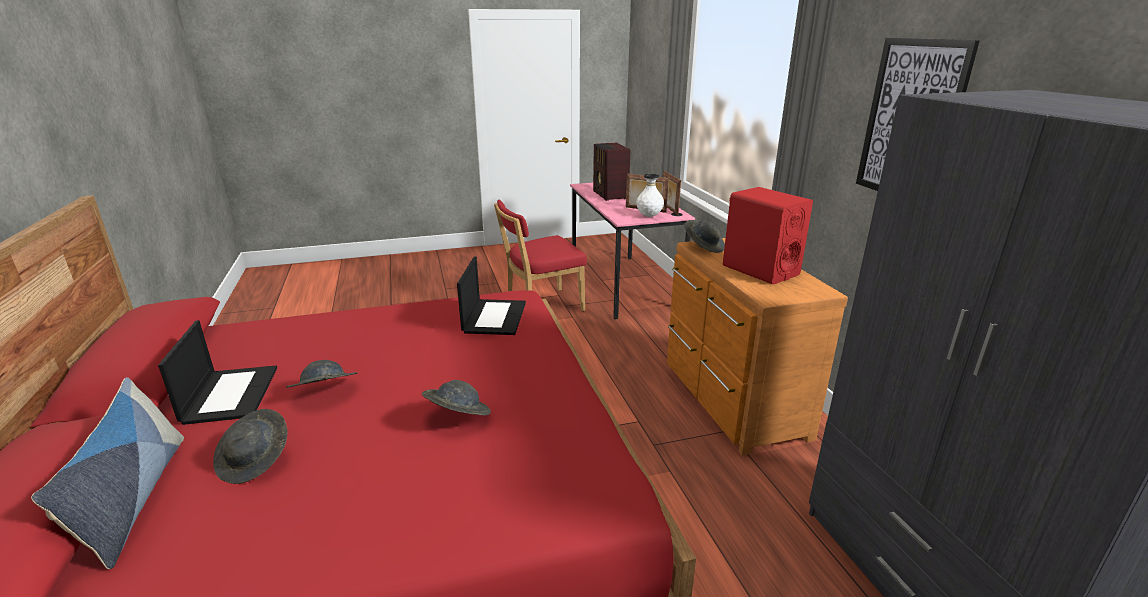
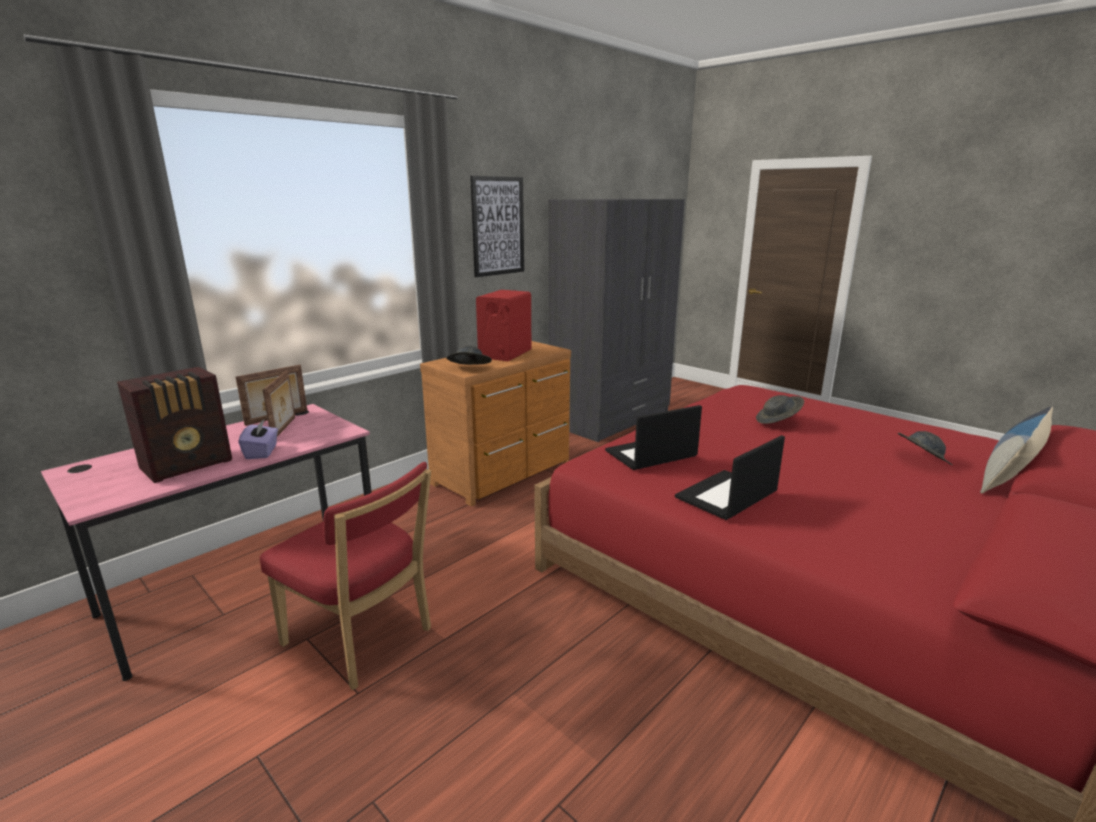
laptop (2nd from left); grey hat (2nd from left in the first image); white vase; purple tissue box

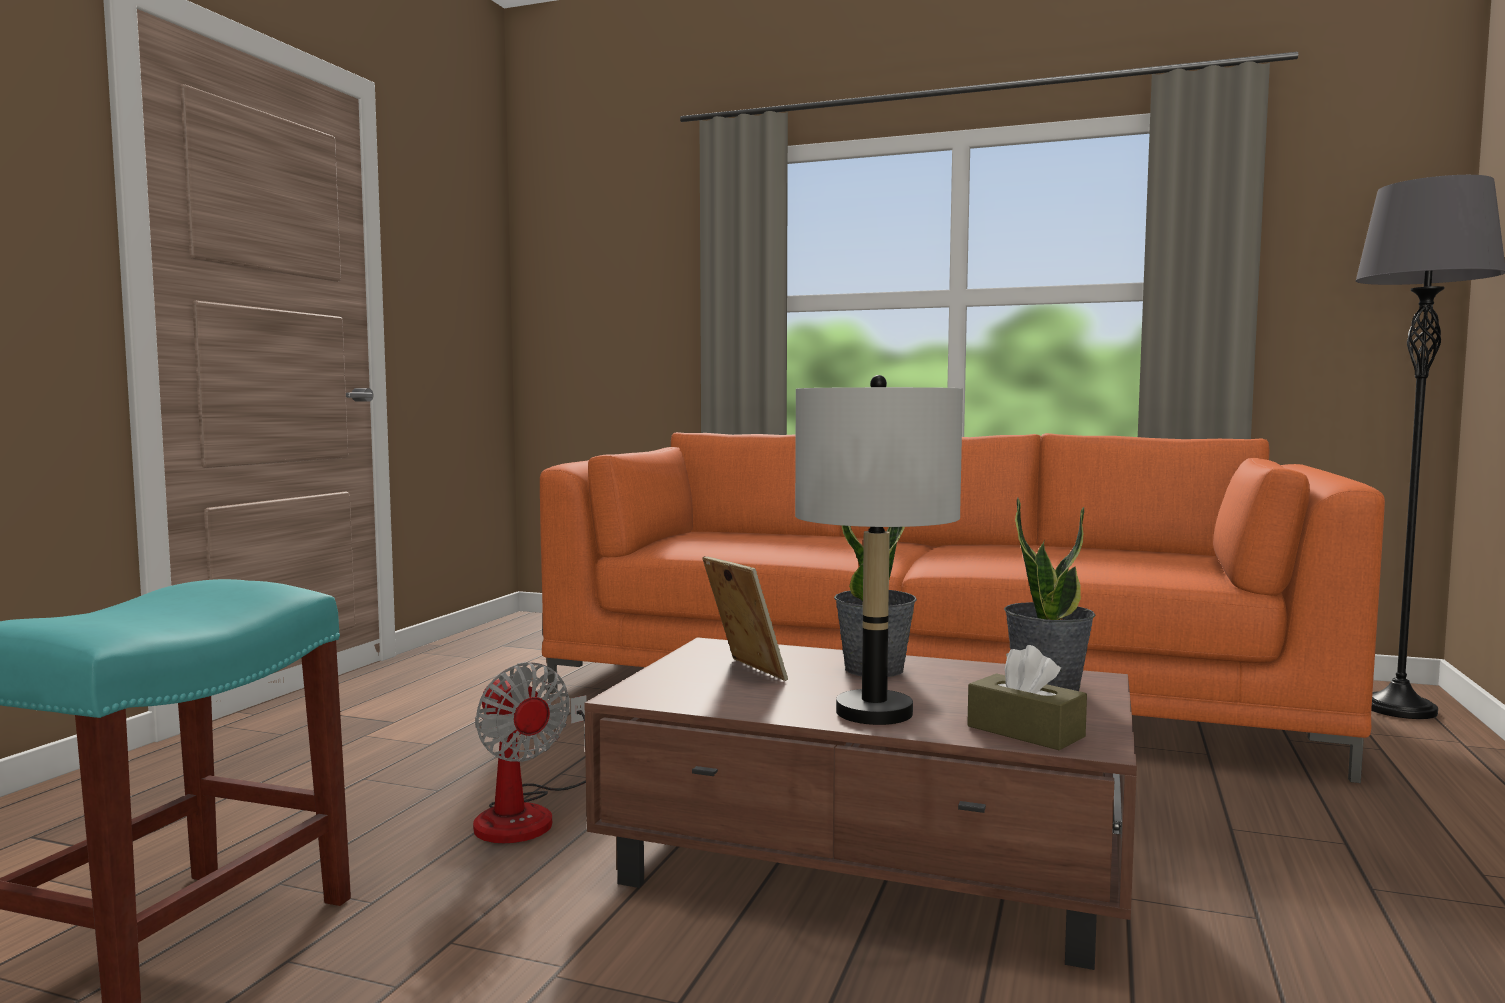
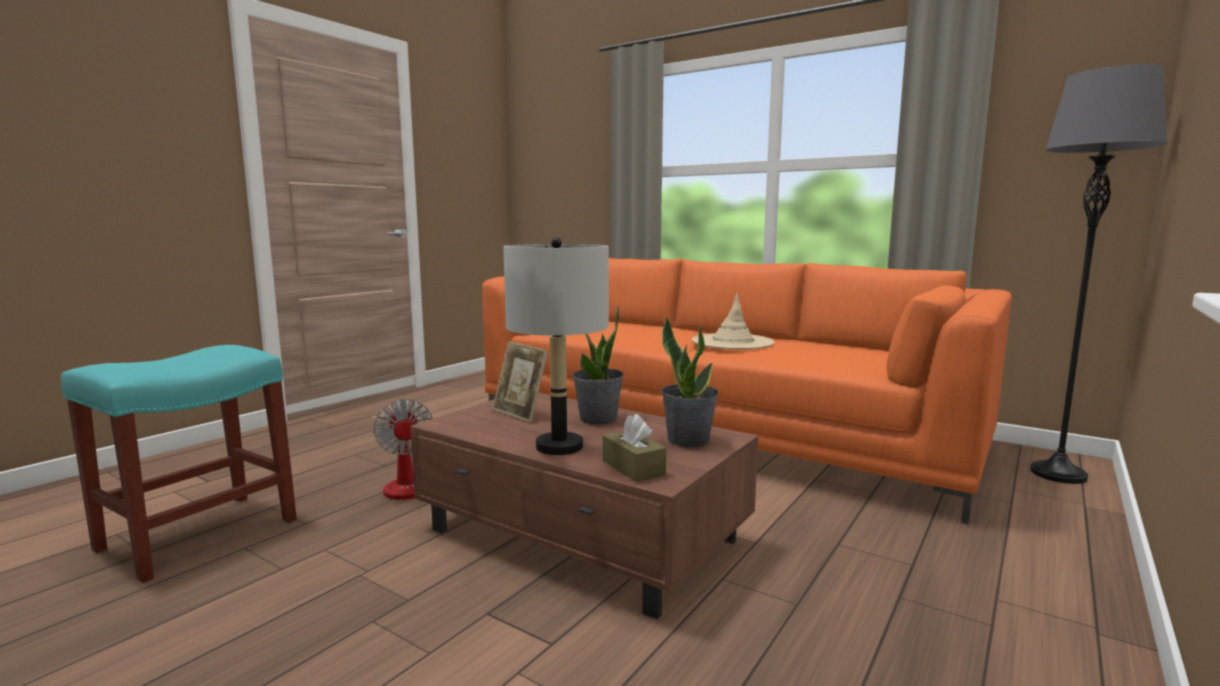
picture frame; beige hat

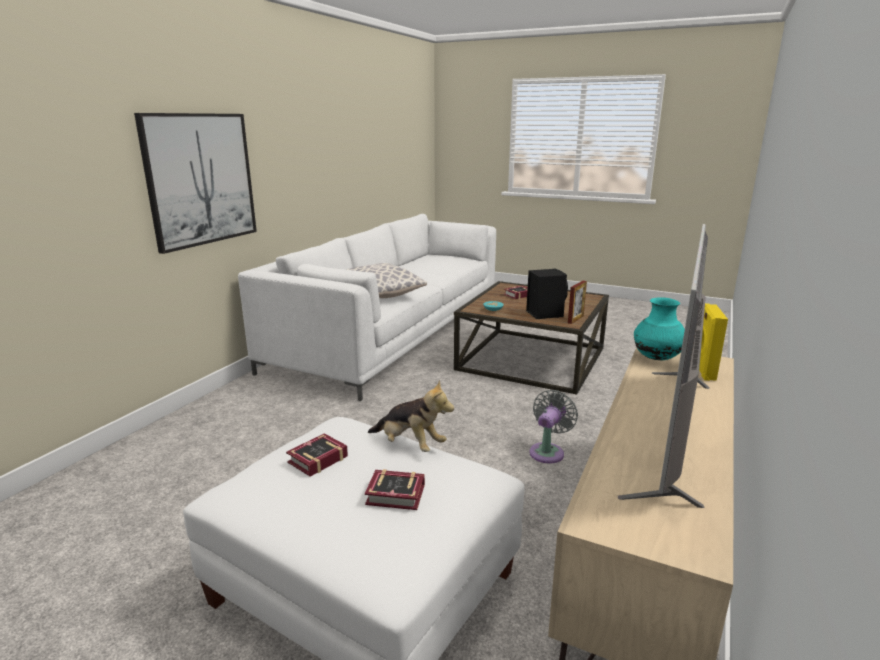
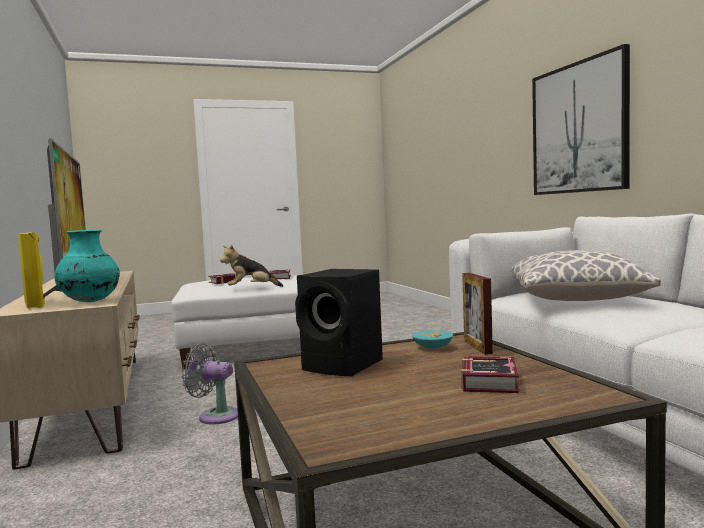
grey fan; picture frame

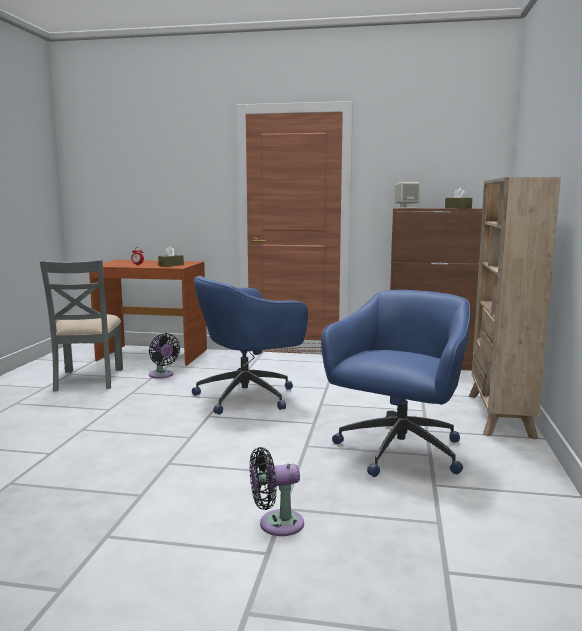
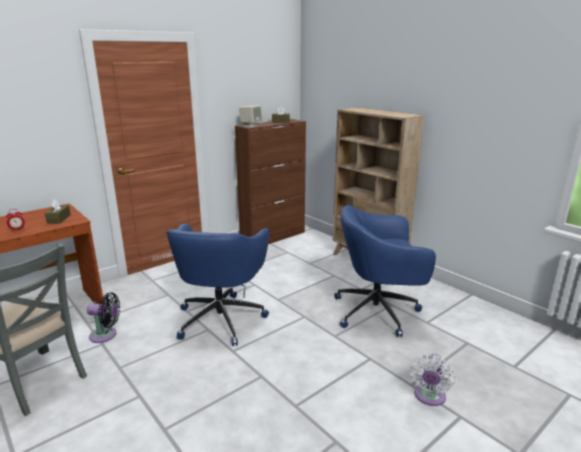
white fan; blue office chair (2nd from left)

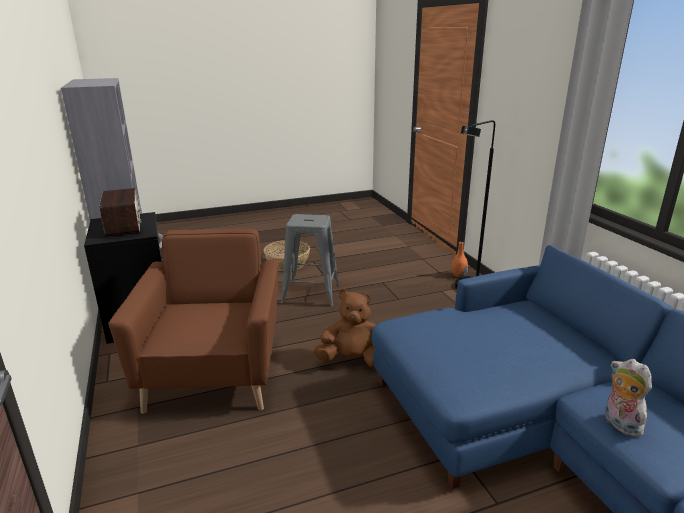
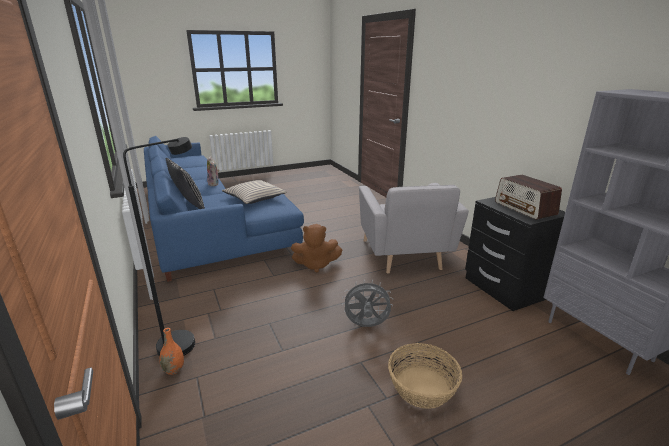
grey armchair; grey fan; black pillow; beige pillow

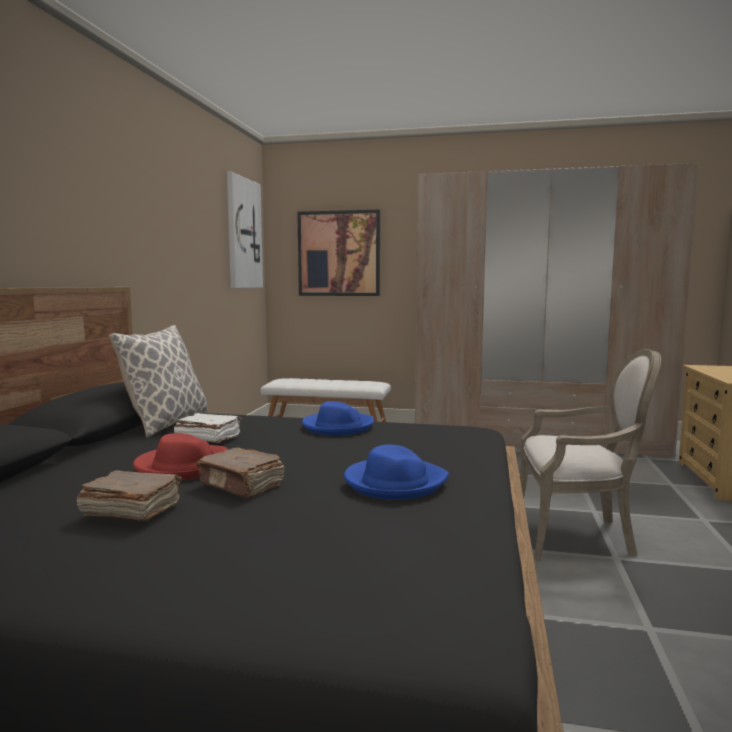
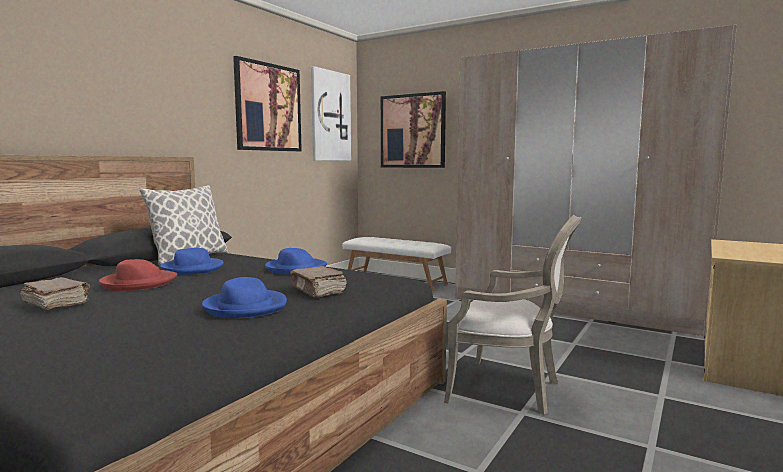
blue hat (1st from left); brown book (2nd from left); picture (1st from left)

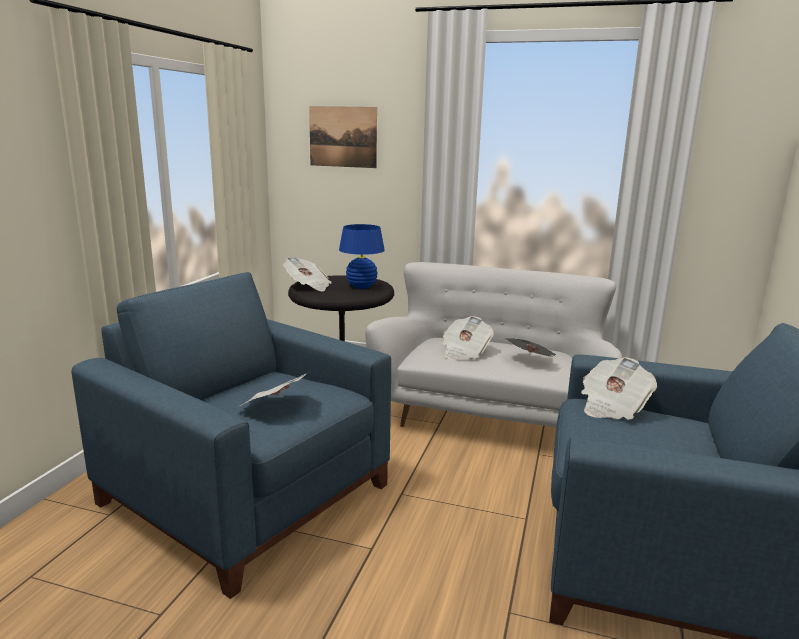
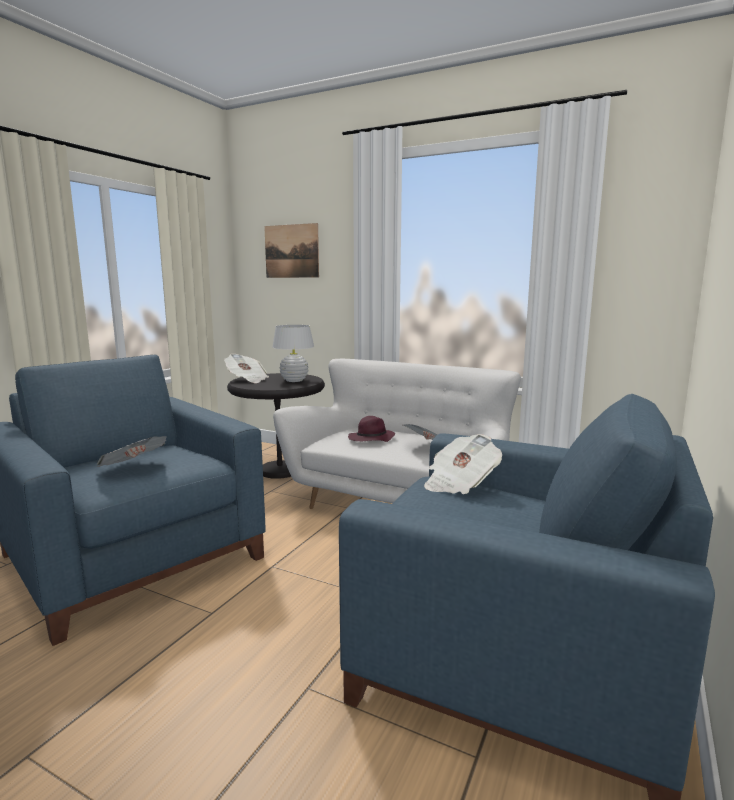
white table lamp; purple hat

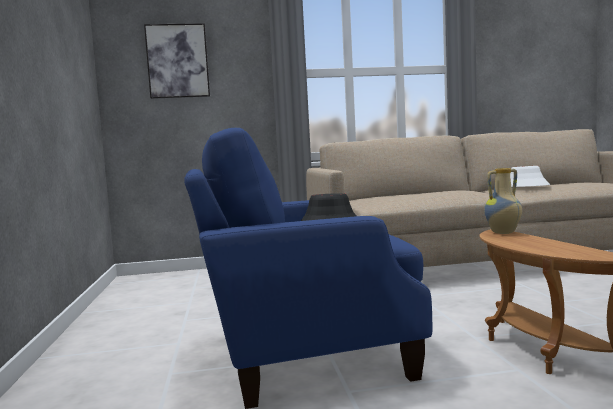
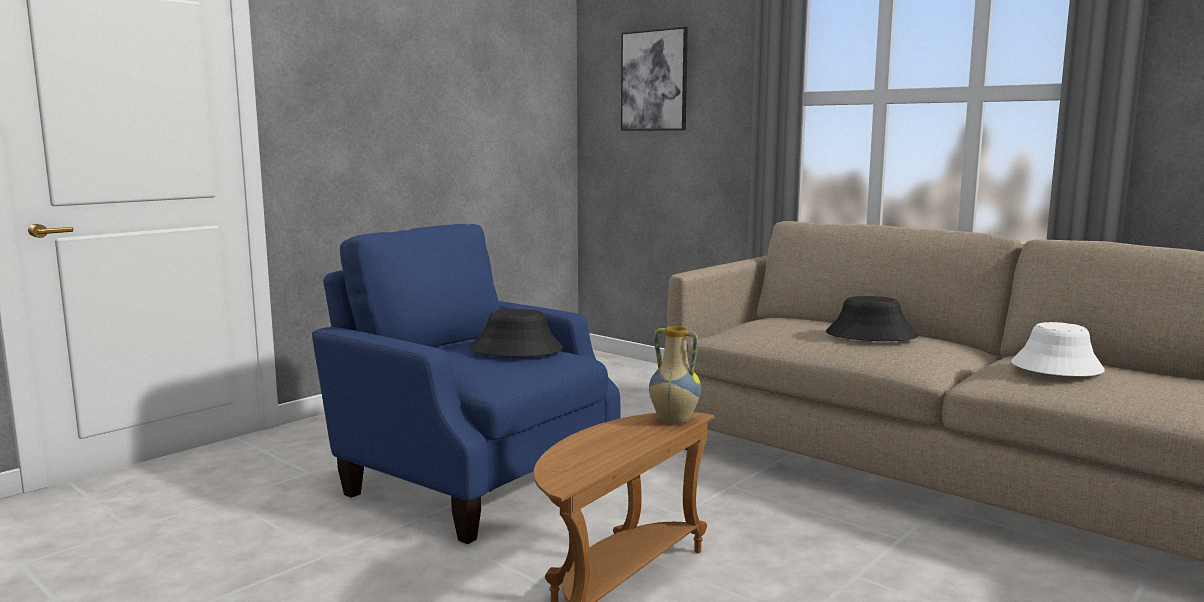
black hat (2nd from left)

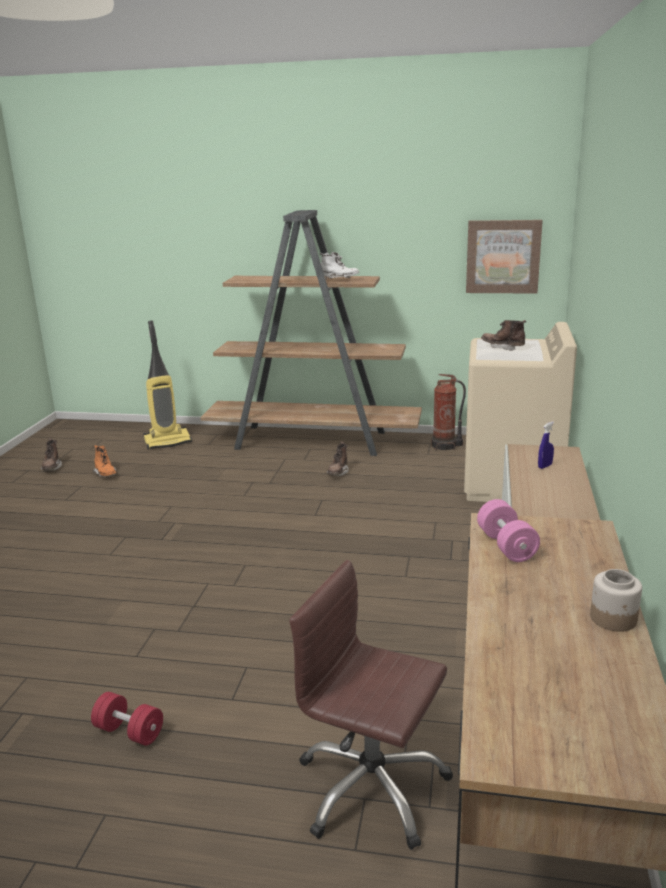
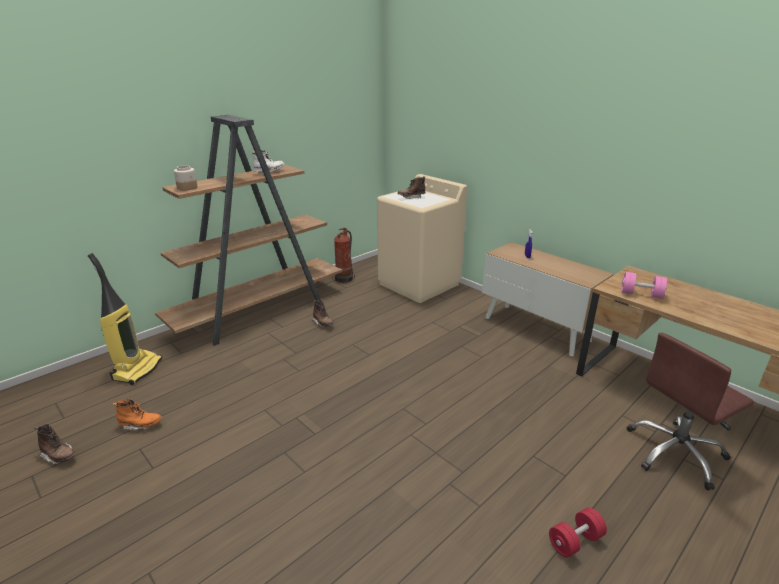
picture; jar

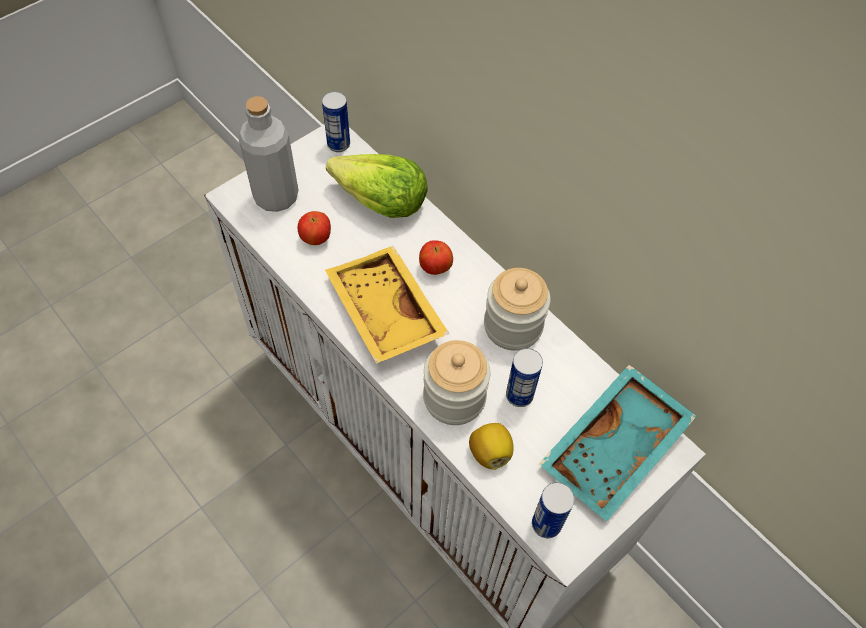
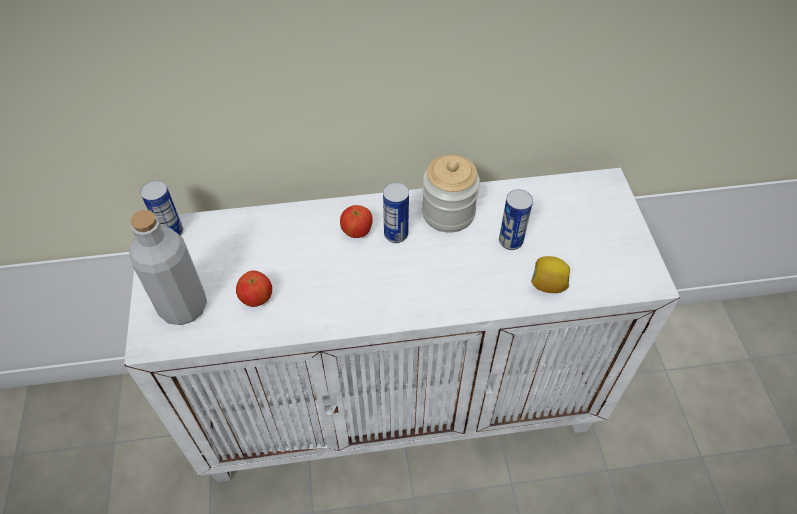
yellow tray; lettuce; jar (1st from left in the first image); can (2nd from left); turquoise tray

